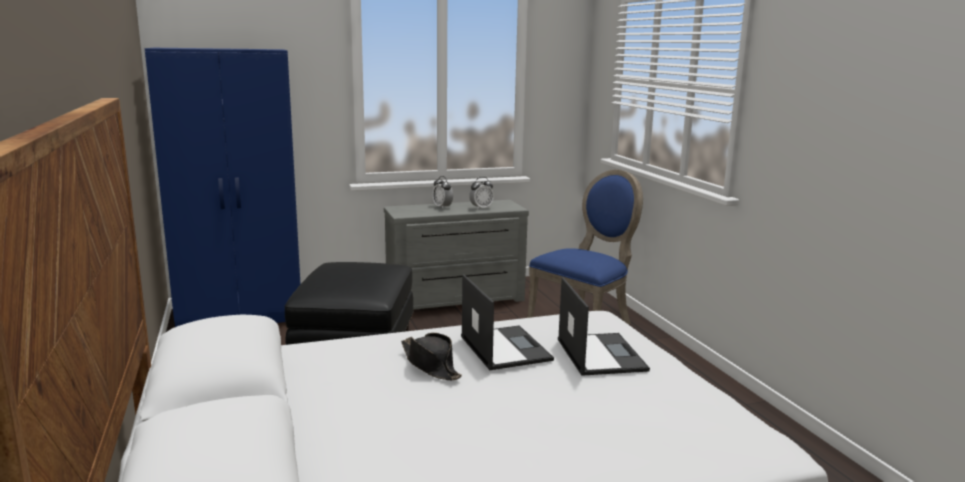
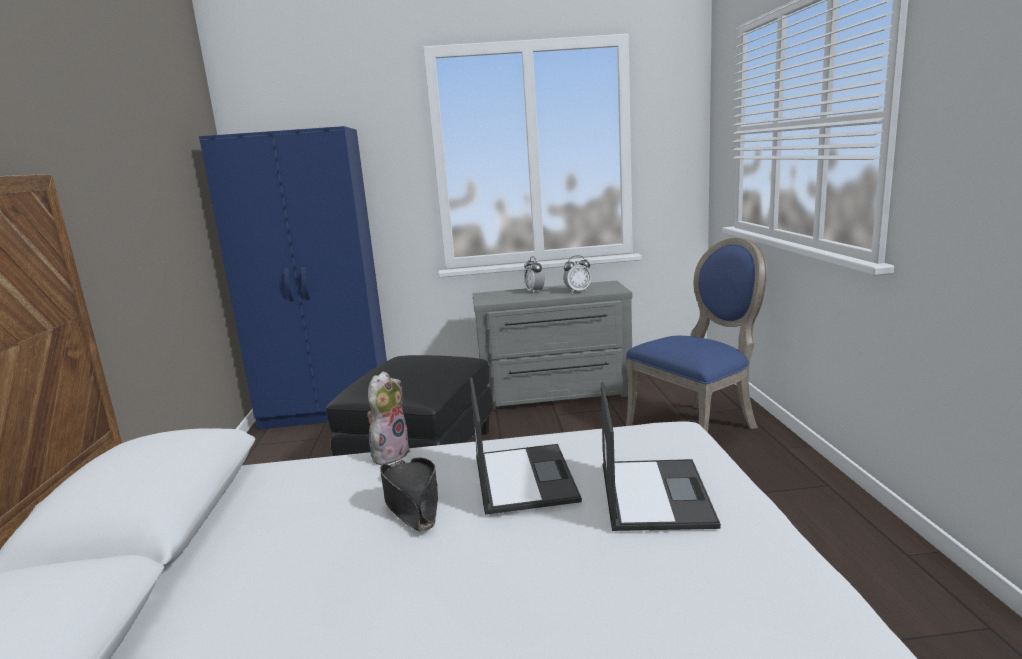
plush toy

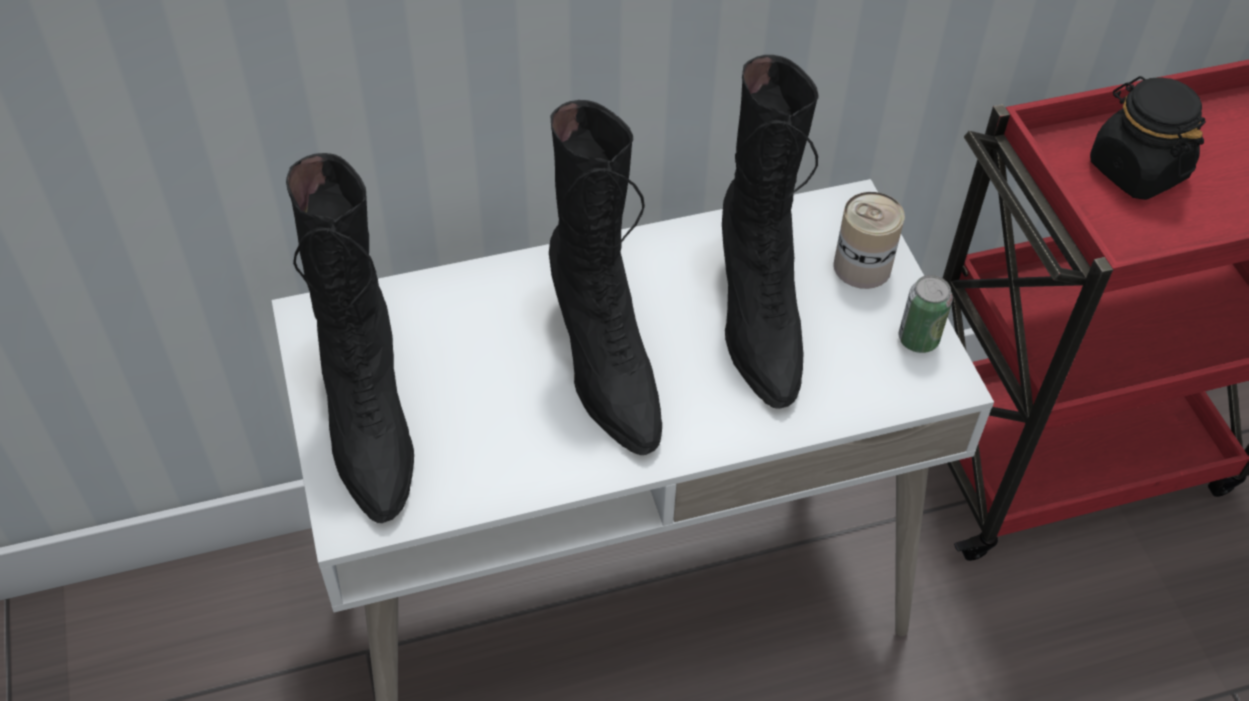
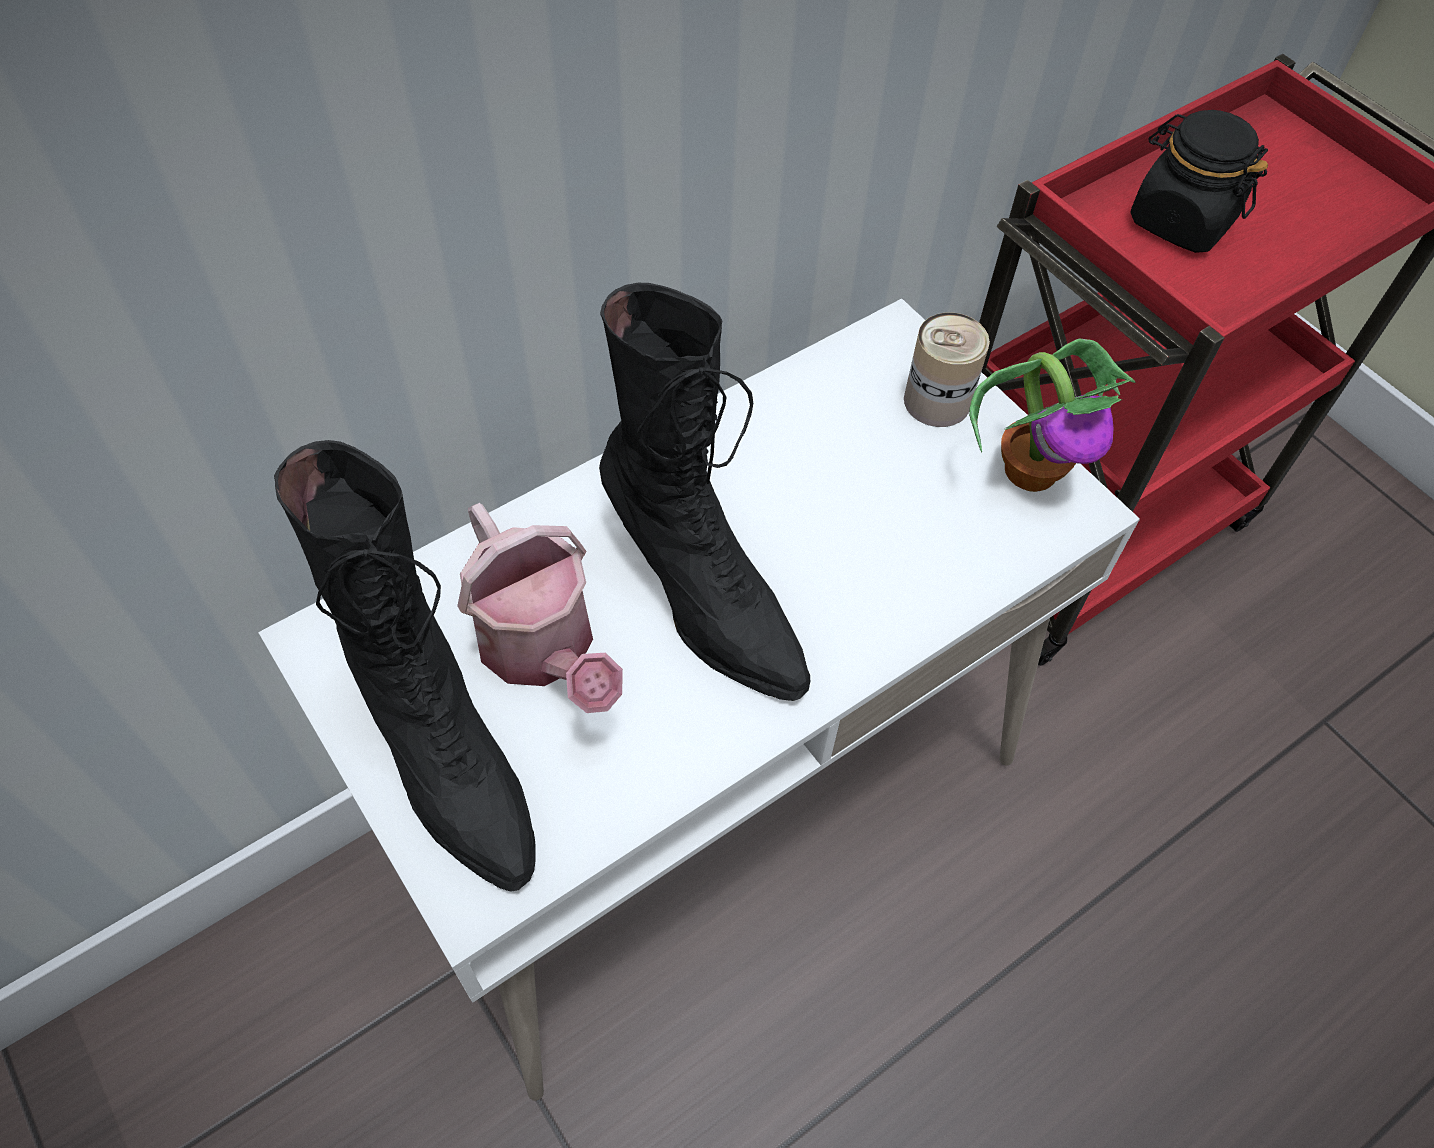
black boot (3rd from left in the first image); potted plant; watering can

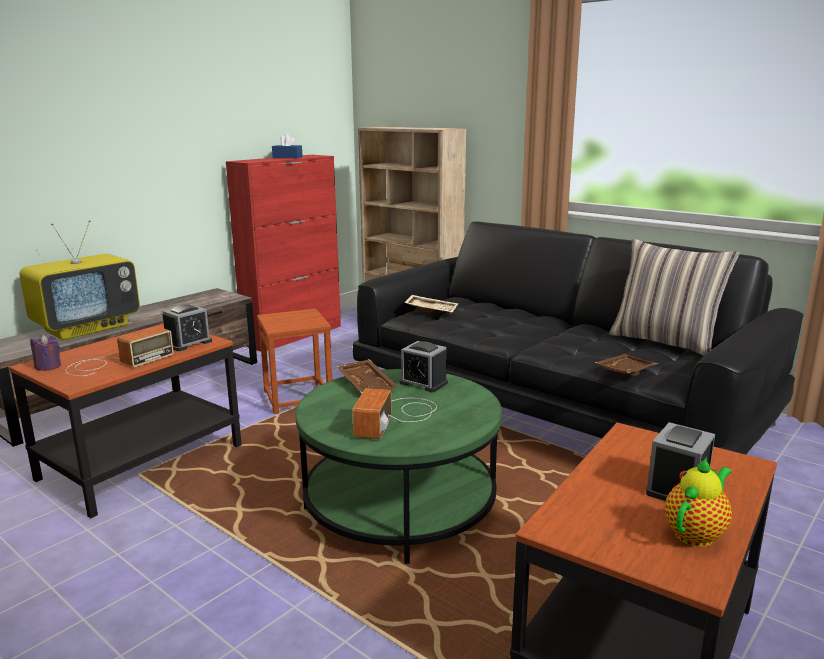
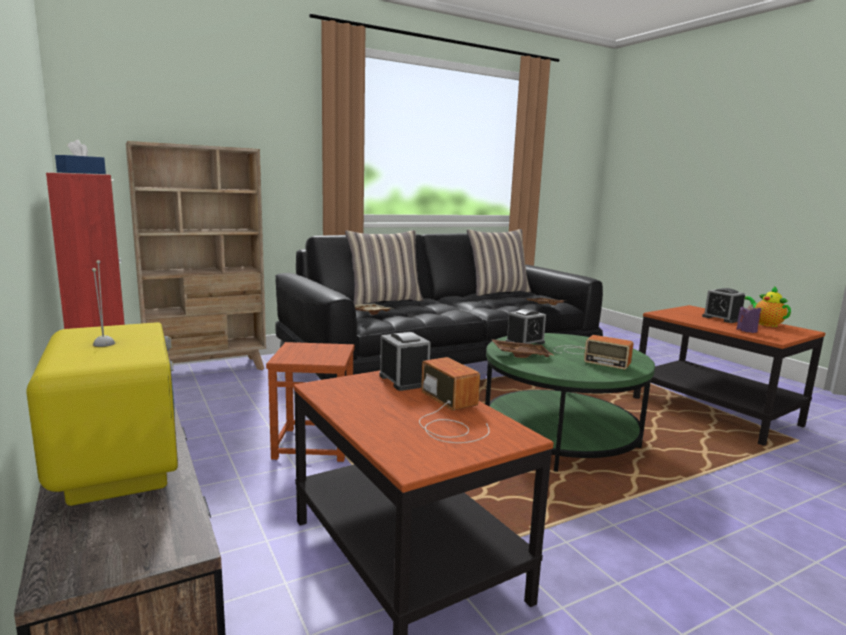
purple candle; pillow (1st from left)

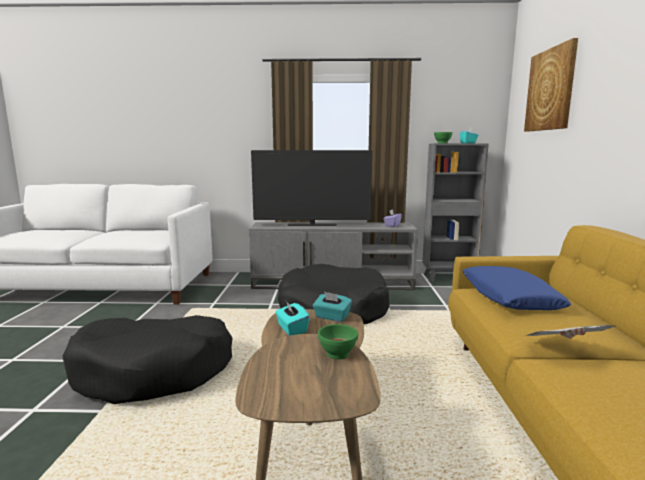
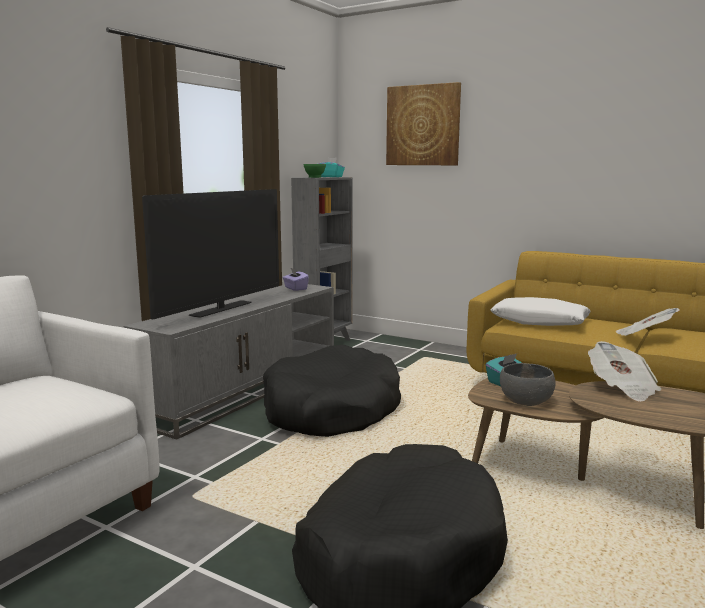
grey bowl; newspaper (1st from left); white pillow

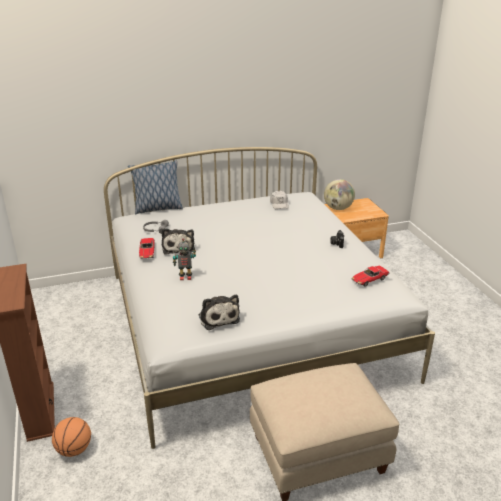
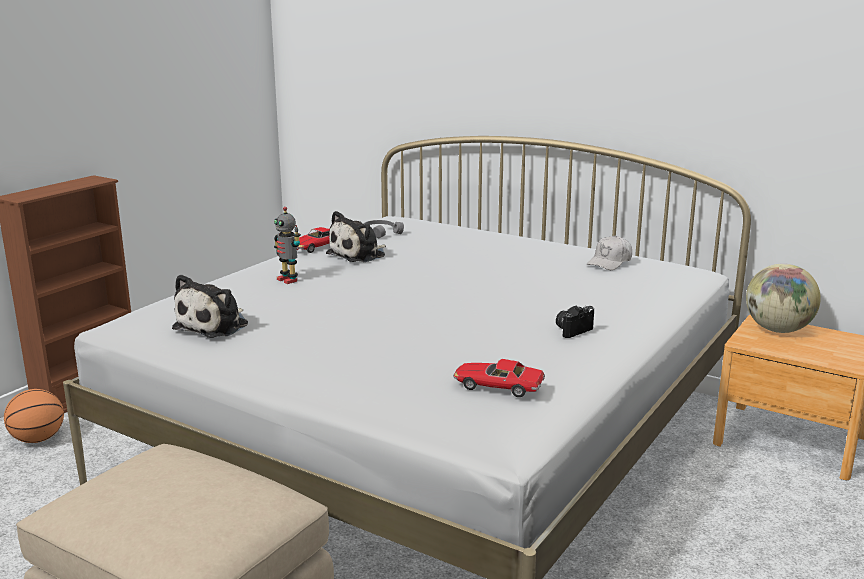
pillow

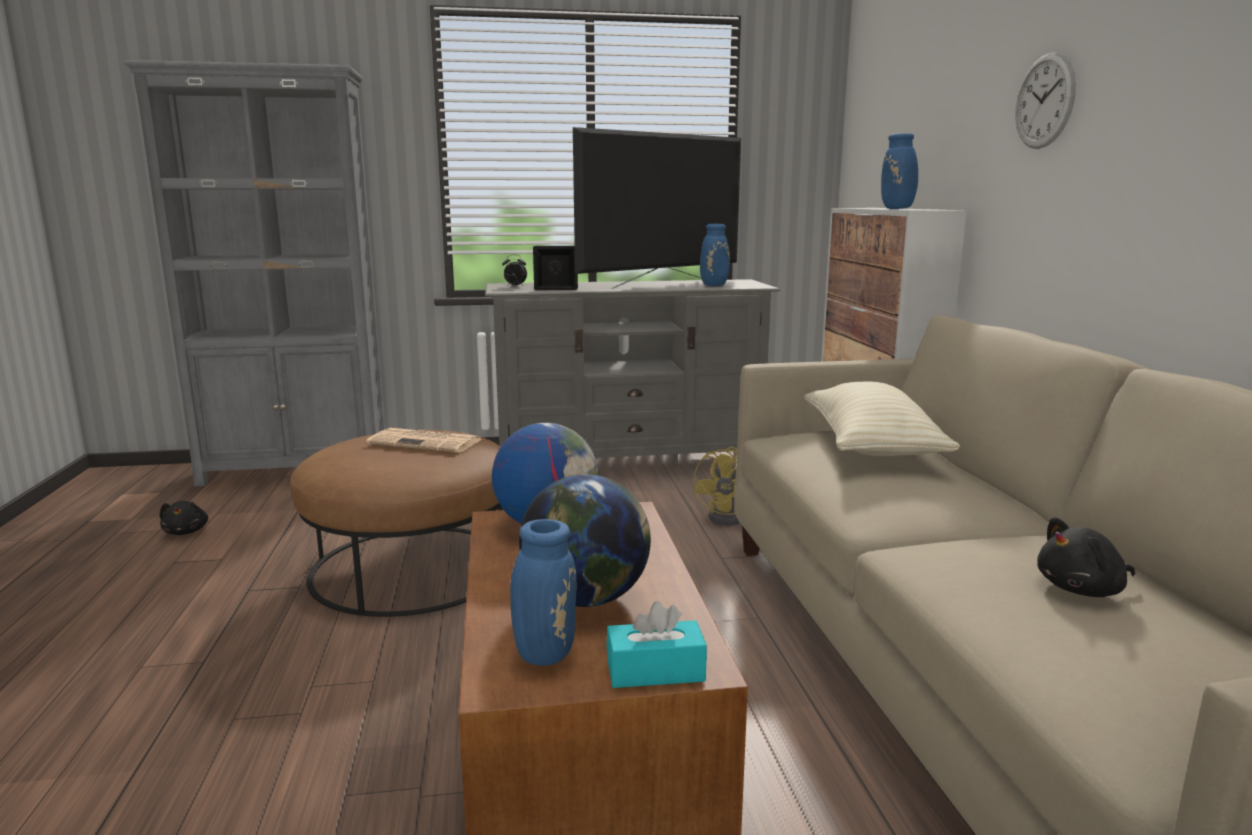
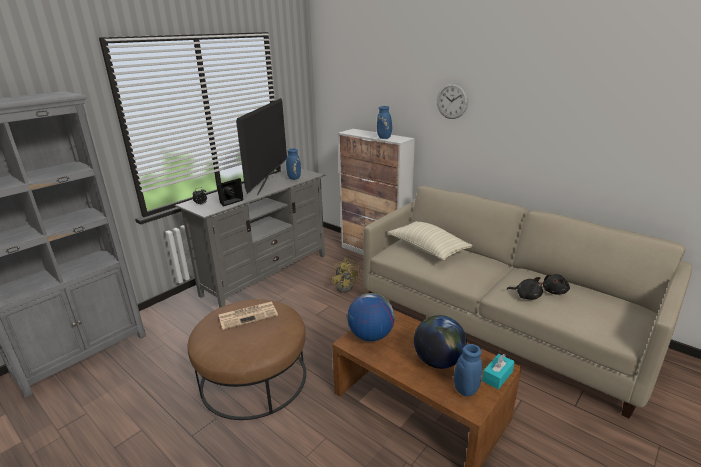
black plush toy (1st from left)

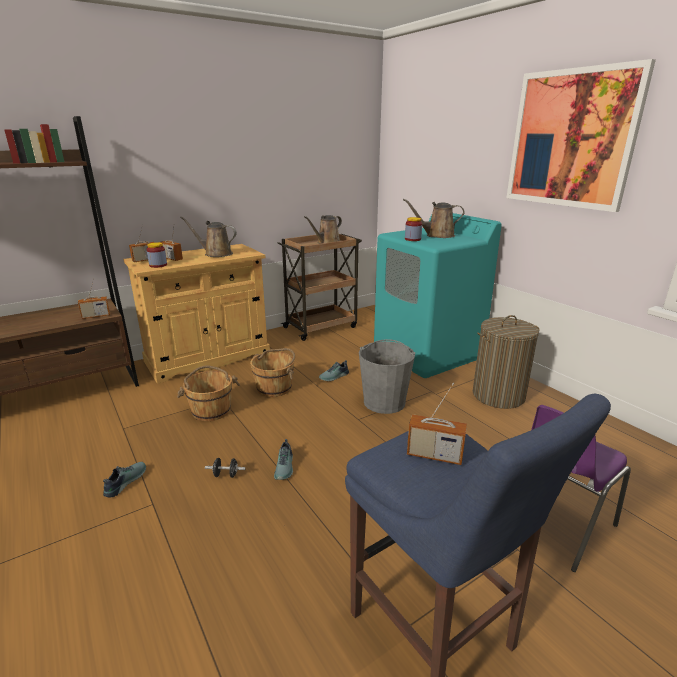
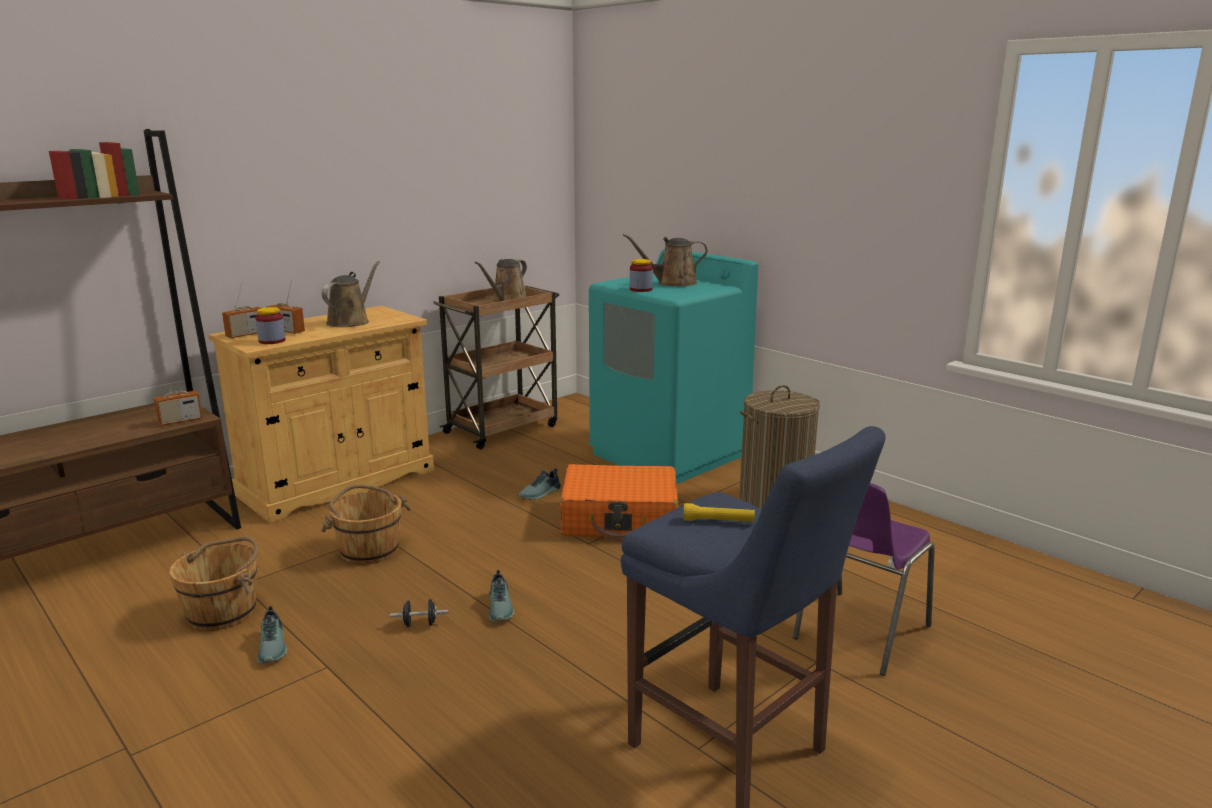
shoe (1st from left); brown watering can (1st from left); brown bucket (1st from left); orange suitcase; yellow flashlight; picture

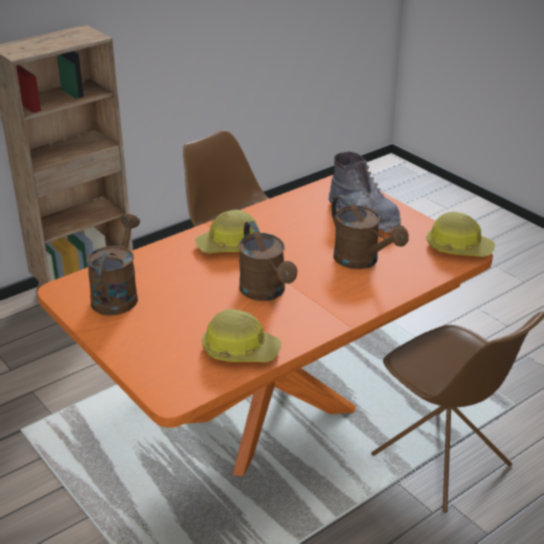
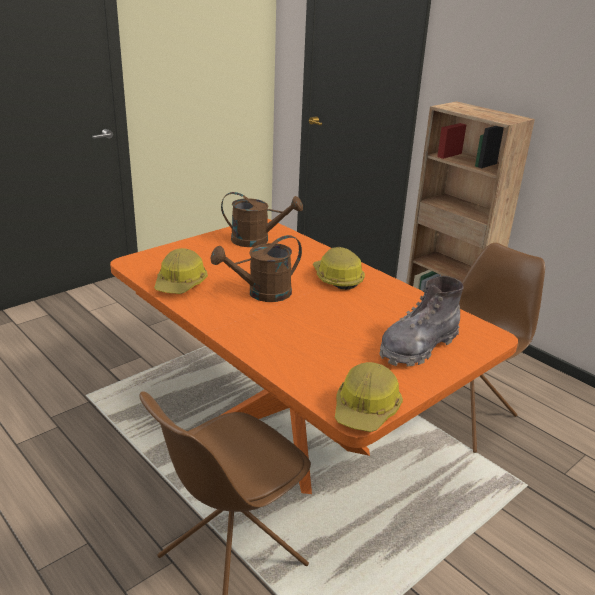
brown watering can (3rd from left in the first image)

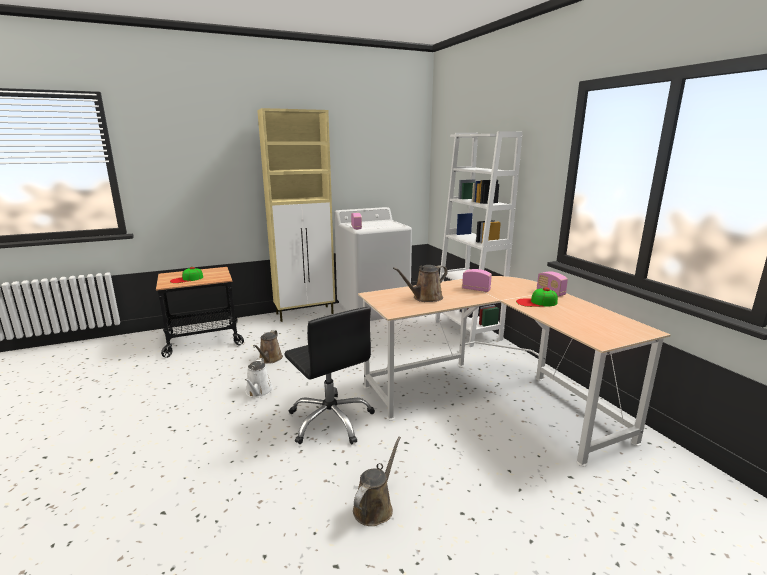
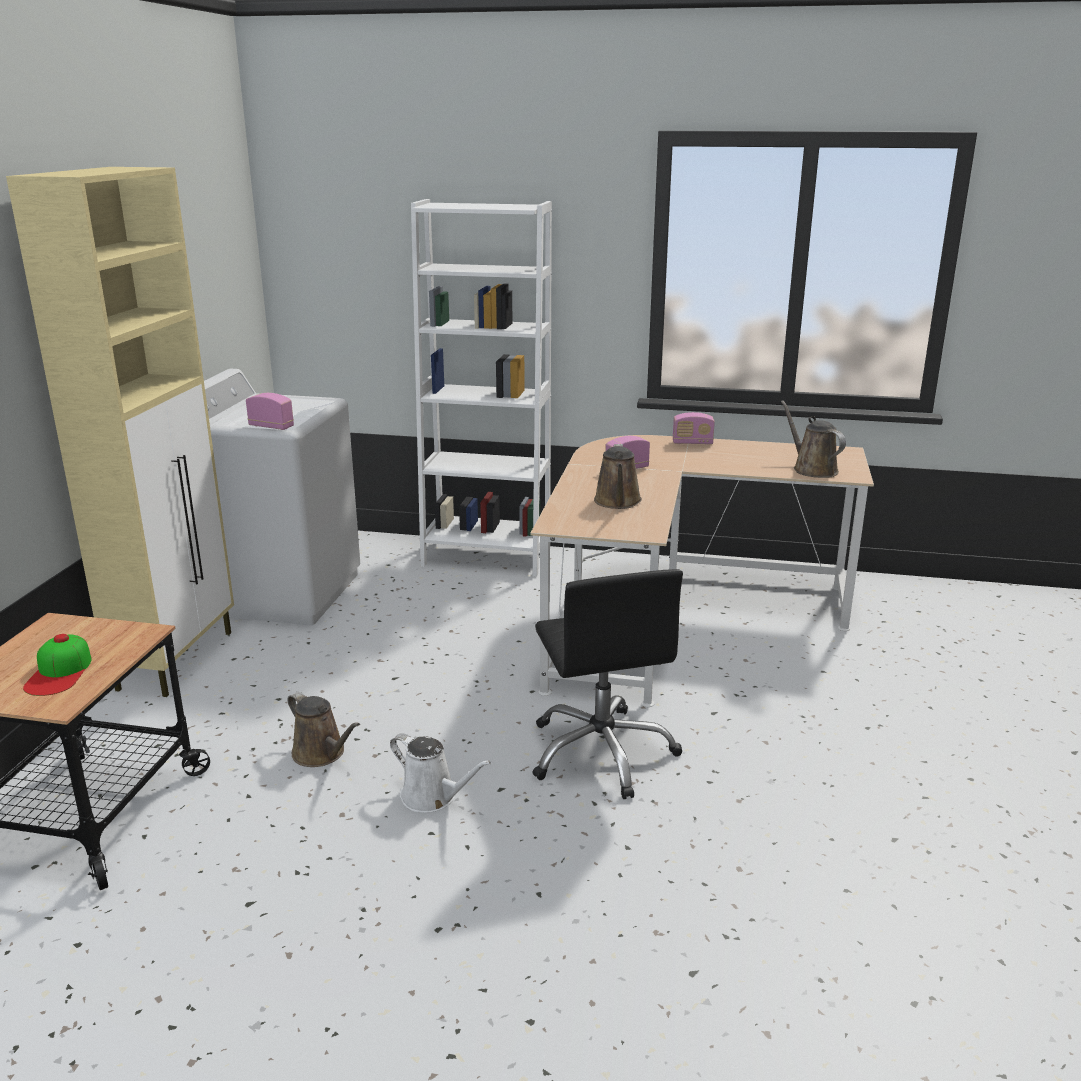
black office chair; brown watering can (3rd from left); cap (2nd from left in the first image)

